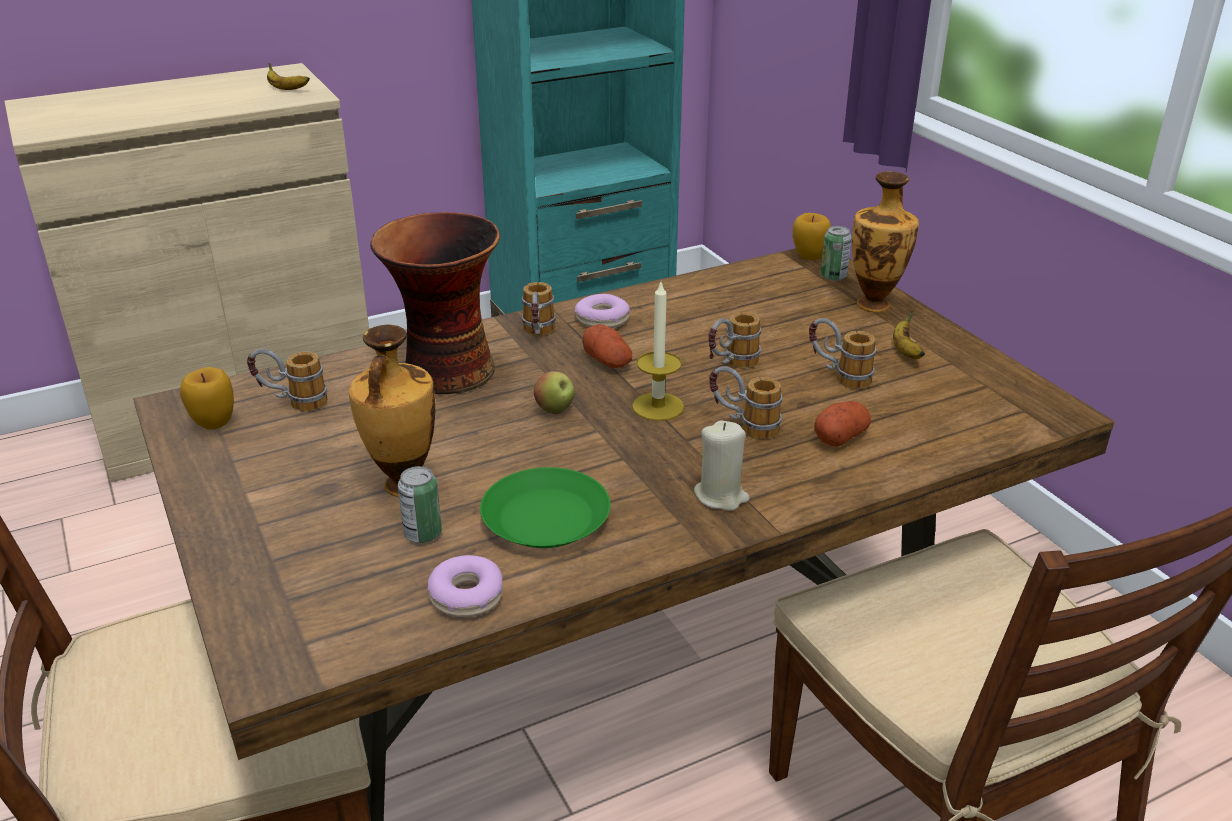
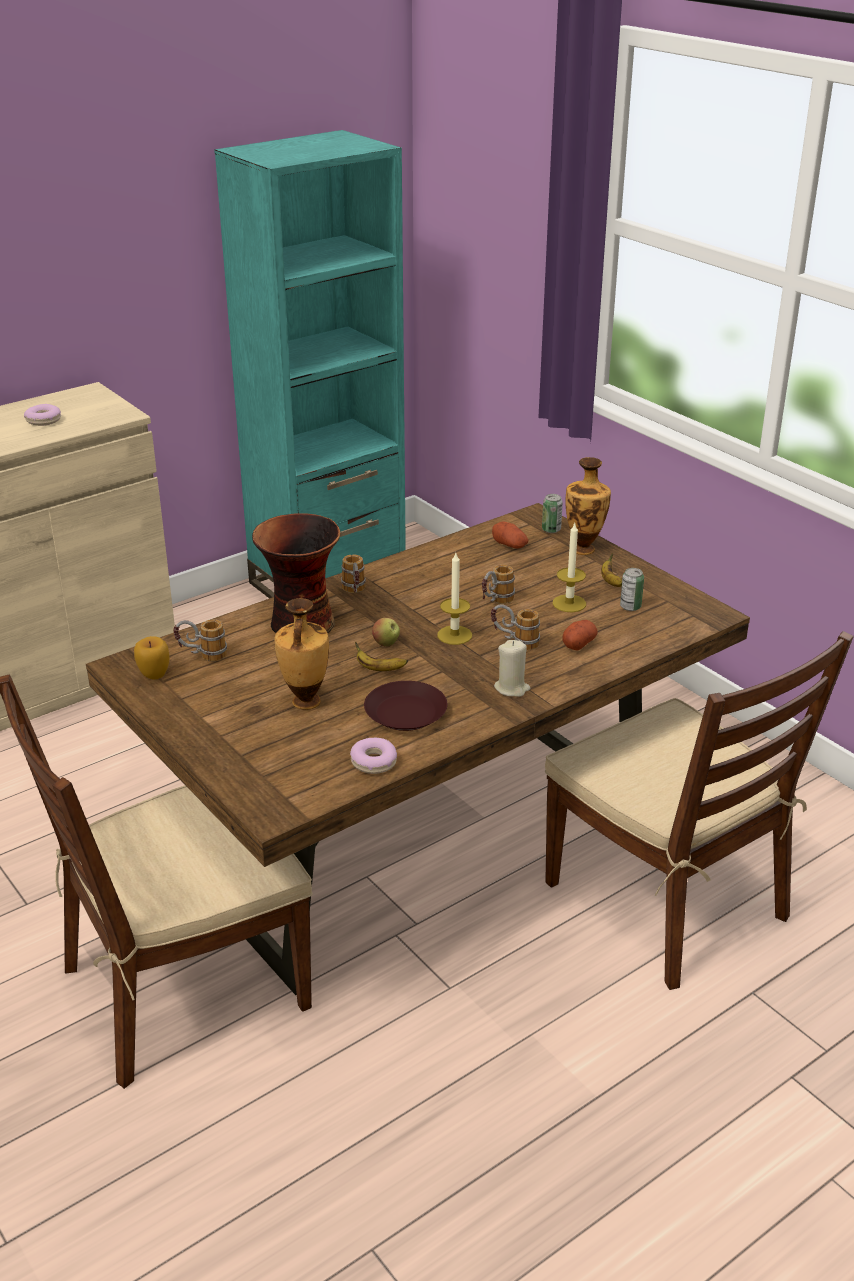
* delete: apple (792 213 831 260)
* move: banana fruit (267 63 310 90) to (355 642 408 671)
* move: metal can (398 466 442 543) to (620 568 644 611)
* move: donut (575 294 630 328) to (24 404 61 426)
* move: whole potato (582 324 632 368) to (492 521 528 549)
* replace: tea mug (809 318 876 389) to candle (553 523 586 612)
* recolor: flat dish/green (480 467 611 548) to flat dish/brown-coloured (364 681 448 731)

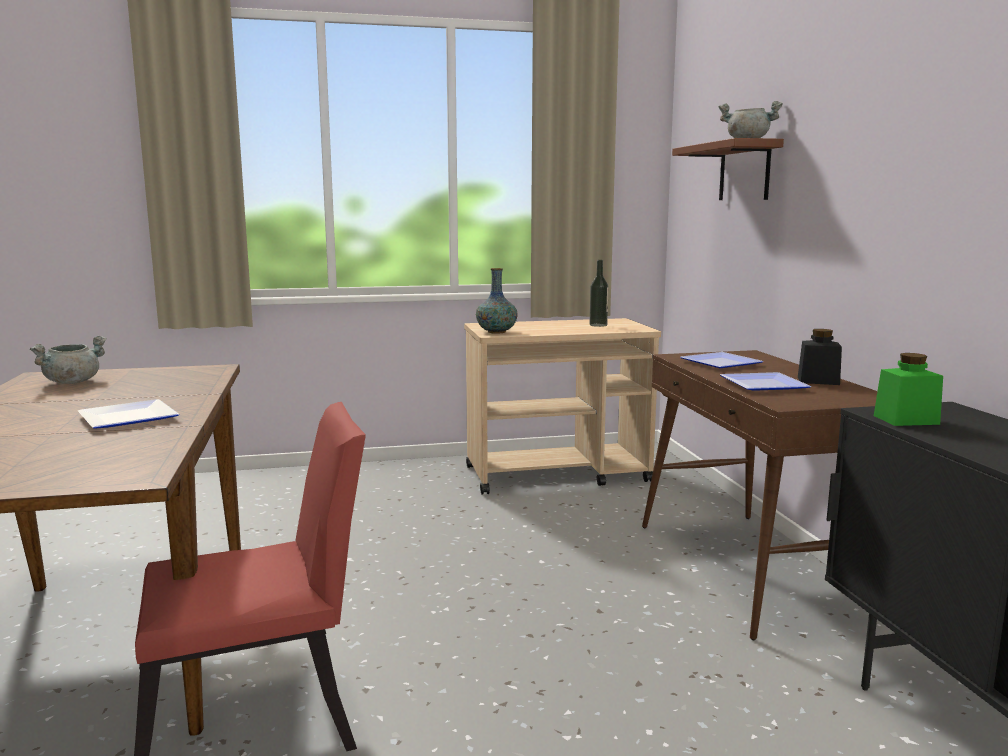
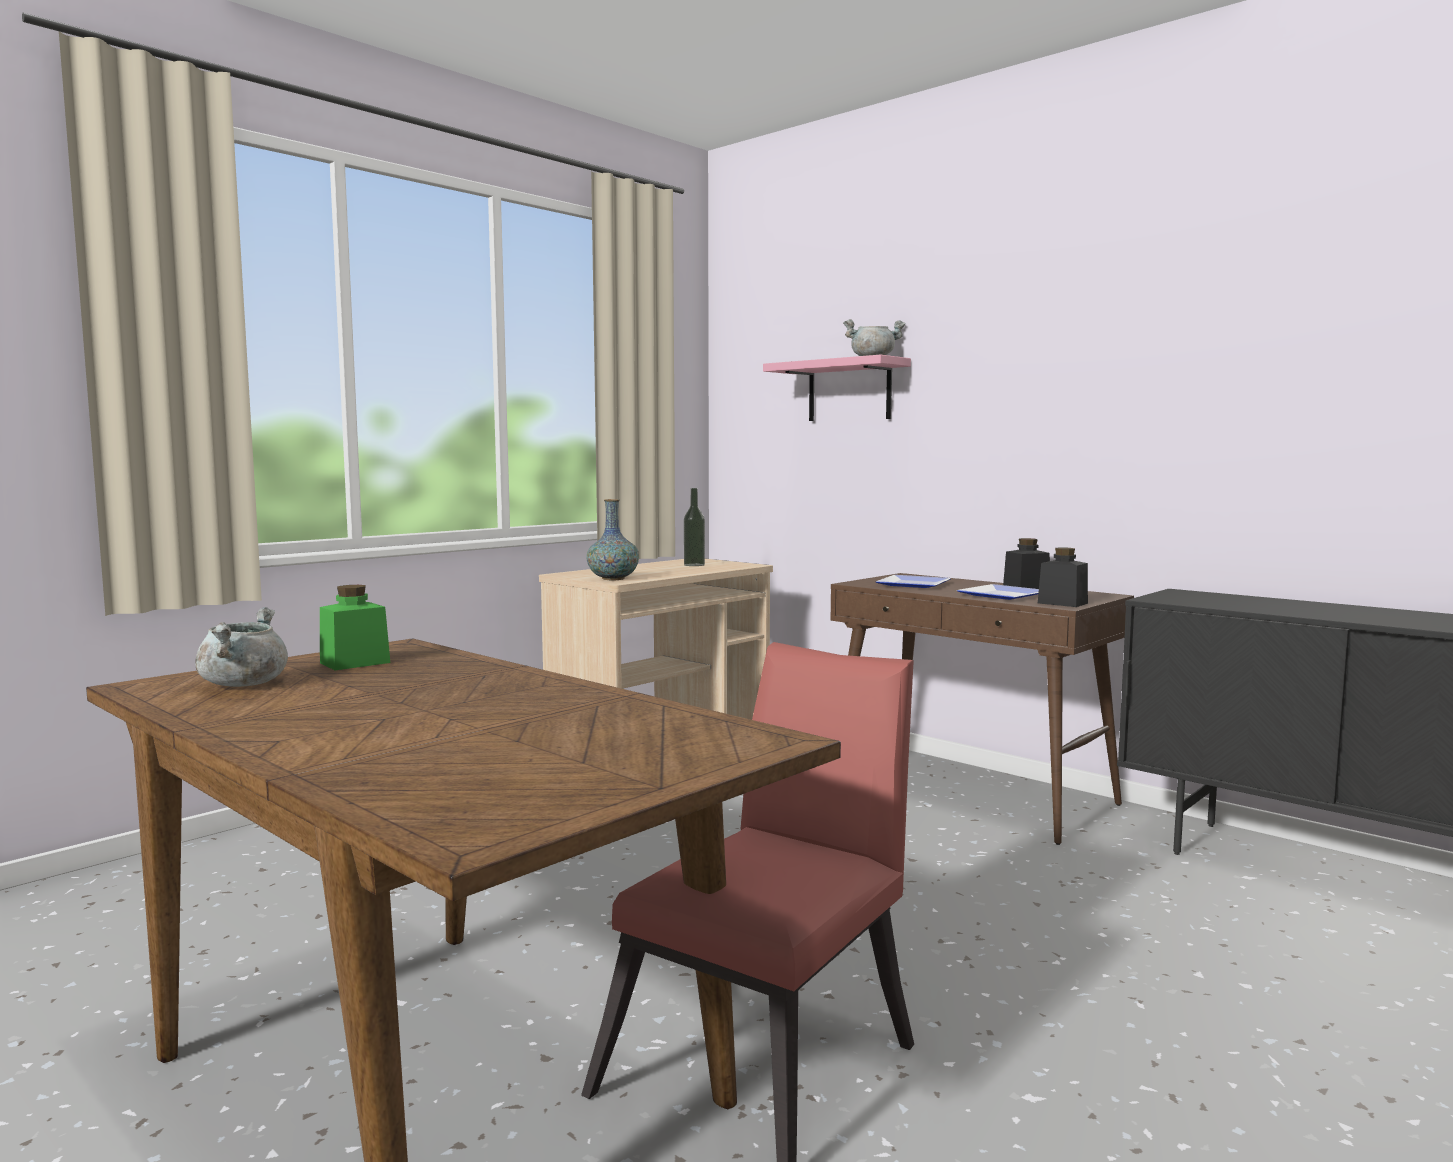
* delete: flat dish (78 399 180 429)
* insert: jar/black (1038 547 1088 607)
* move: jar/green (874 353 943 426) to (320 585 390 670)
* recolor: shelf/brown-coloured (672 138 784 200) to shelf/pinkish (763 355 911 421)

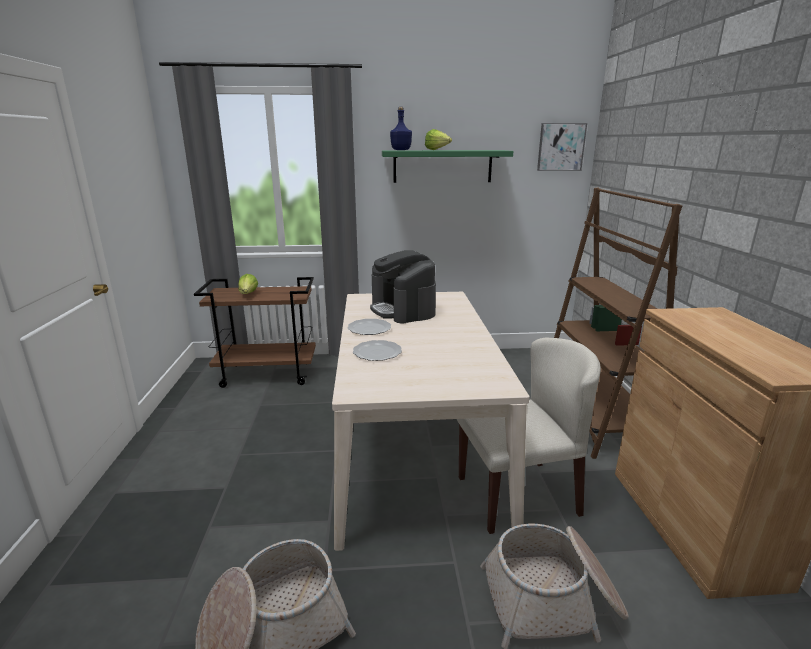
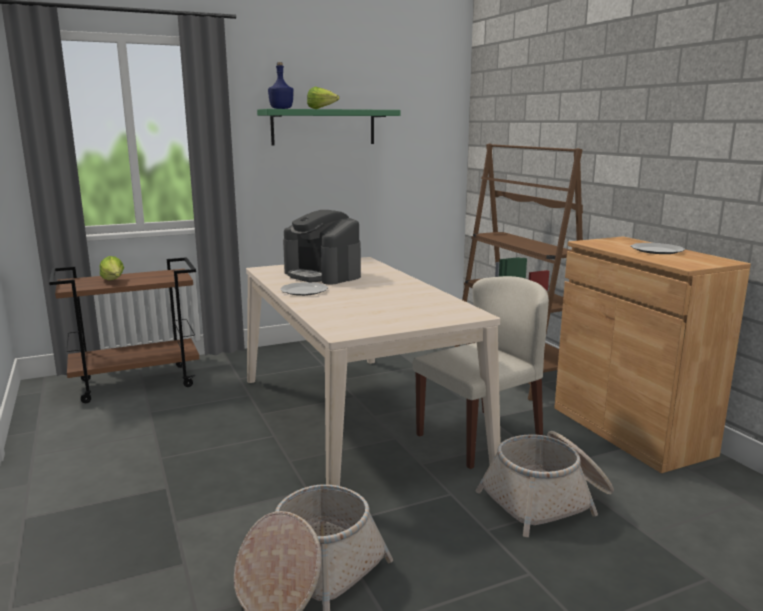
* delete: wall art (537 123 587 171)
* move: flat dish (353 340 402 361) to (631 243 685 254)

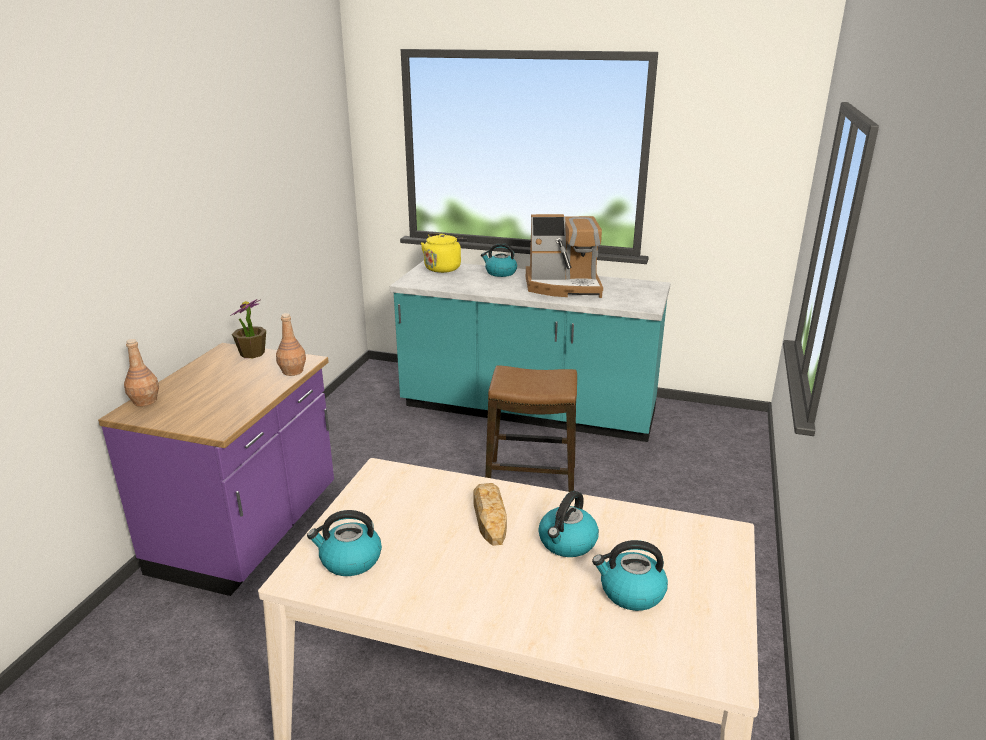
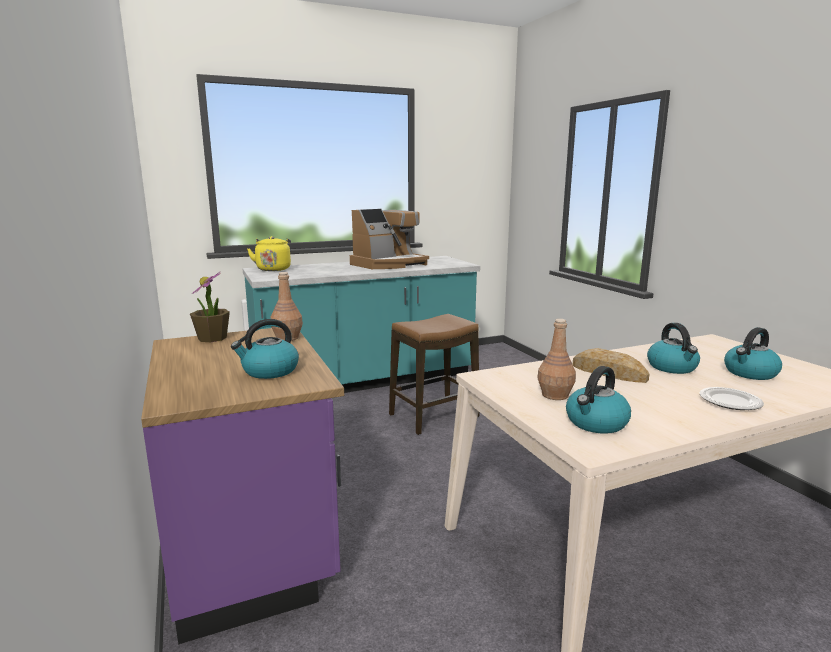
* insert: flat dish (699 387 764 410)
* move: bottle/brown-coloured (124 339 159 407) to (537 319 576 400)
* move: kettle (481 243 517 277) to (231 319 299 379)

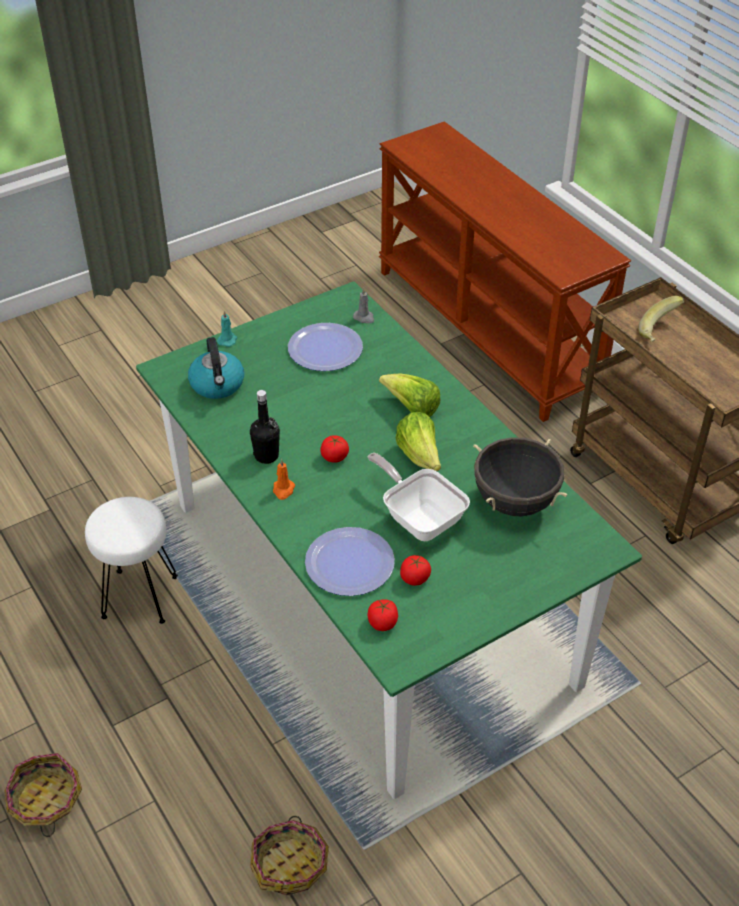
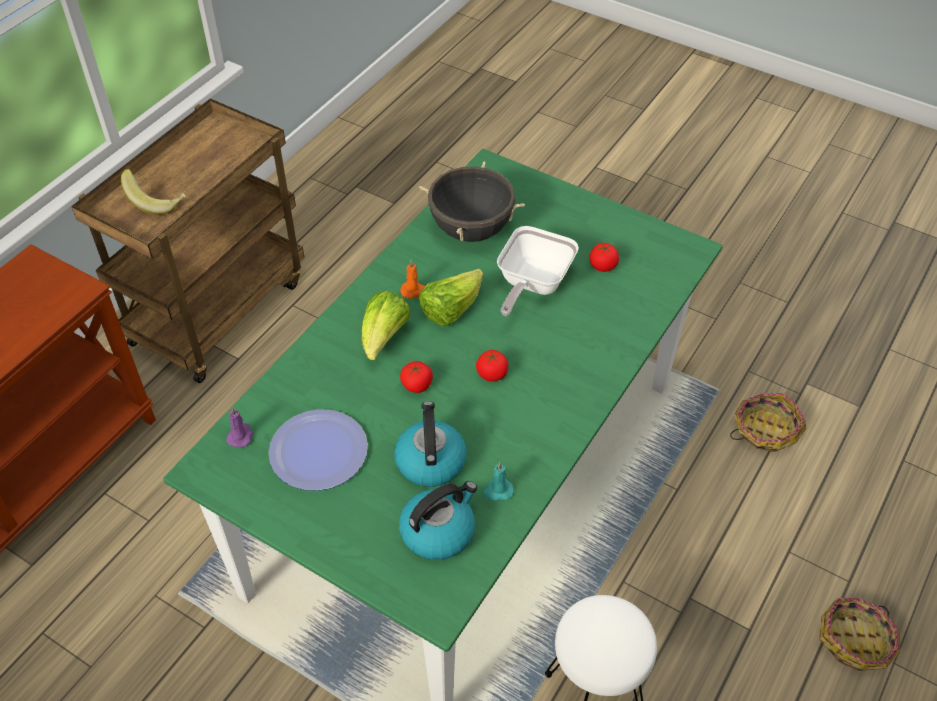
* delete: bottle/black (250 390 280 464)
* delete: flat dish (305 527 395 596)
* insert: kettle (394 401 467 487)
* move: candle/turquoise-coloured (217 311 237 347) to (482 462 514 501)
* move: candle/orangey (273 459 295 500) to (400 260 425 299)
* move: whole tomato (368 600 398 631) to (400 361 433 393)
* recolor: candle/grey (353 288 374 323) to candle/purplish (226 407 253 448)

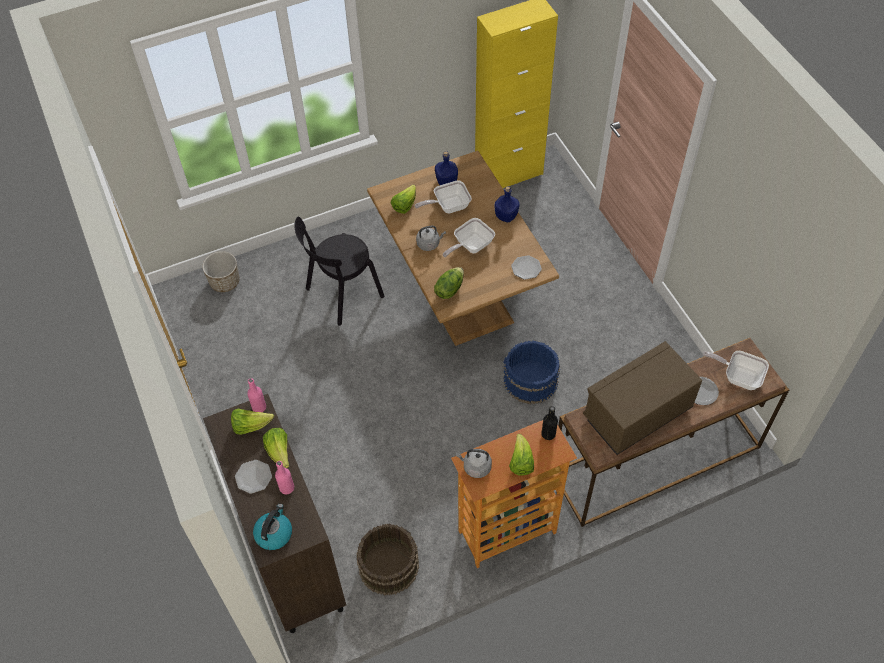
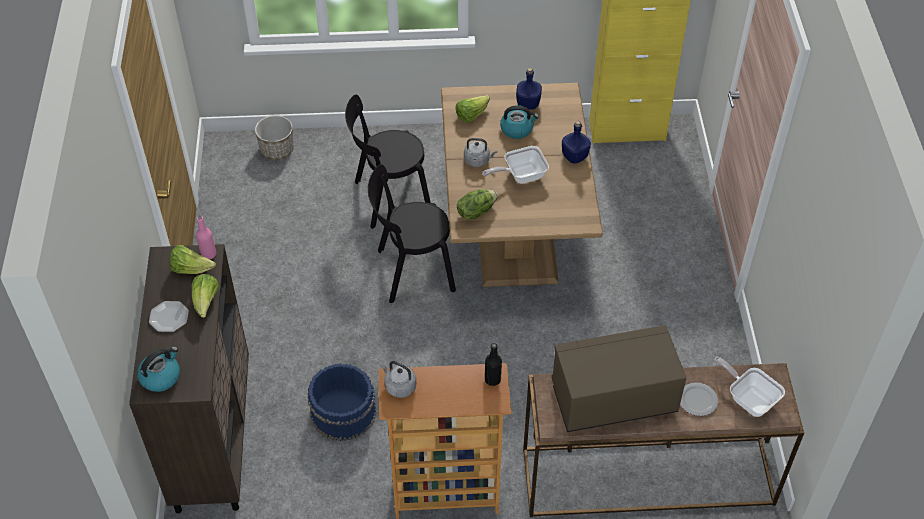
* delete: bottle/pinkish (275 461 294 494)
* delete: bucket/brown-coloured (357 524 419 595)
* delete: lettuce head (509 434 534 476)
* delete: flat dish (511 255 542 280)
* insert: chair/black (368 164 456 303)
* move: bucket/blue-coloured (503 341 560 404) to (308 363 376 441)
* replace: skillet (415 180 472 213) to kettle (500 105 539 139)

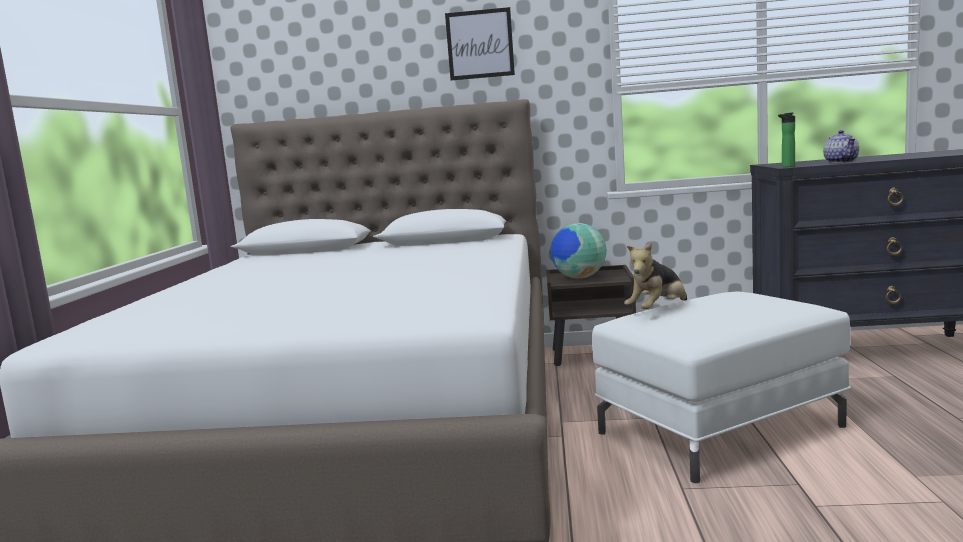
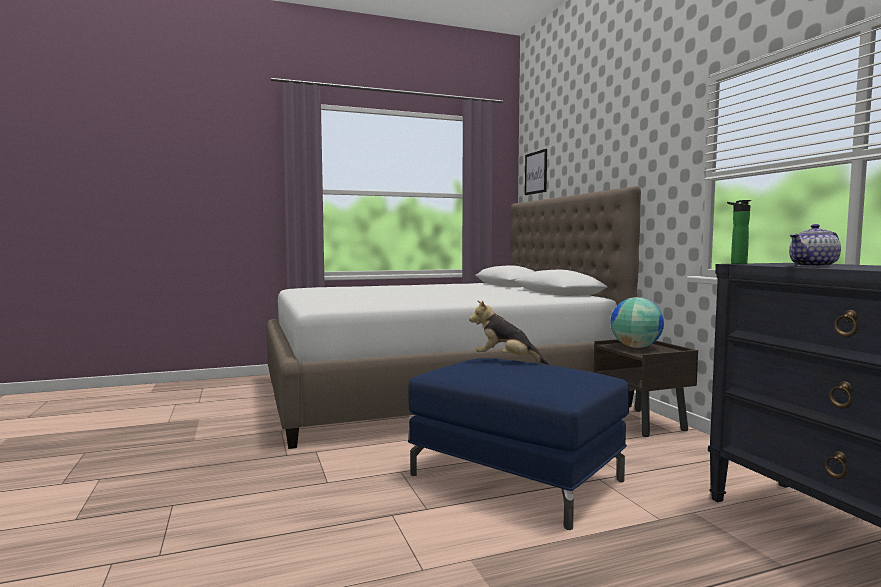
* move: wall art (445 7 515 80) to (525 149 547 195)
* recolor: pouffe/whitish (592 292 851 483) to pouffe/blue-coloured (408 358 630 530)

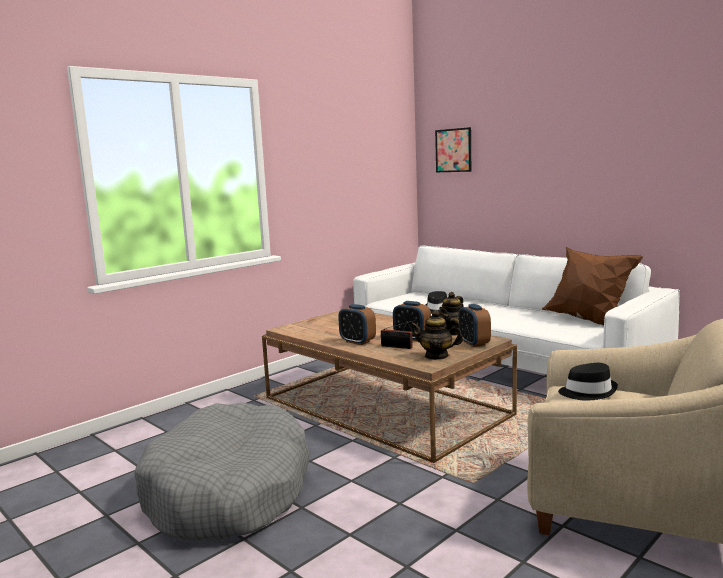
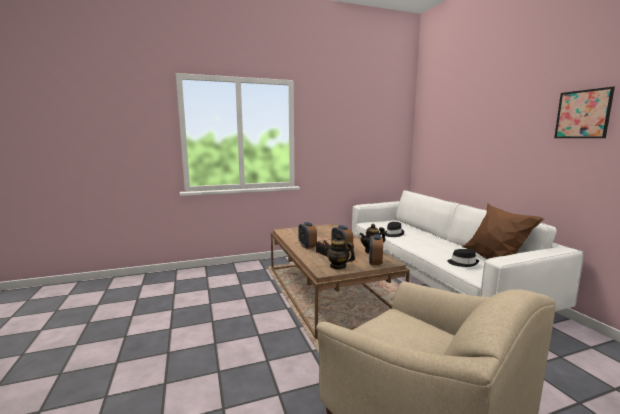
* delete: dog cushion/grey (134 403 309 541)
* move: wall art (435 127 471 172) to (554 87 615 138)
* move: hat/black (558 363 618 401) to (447 249 479 267)

